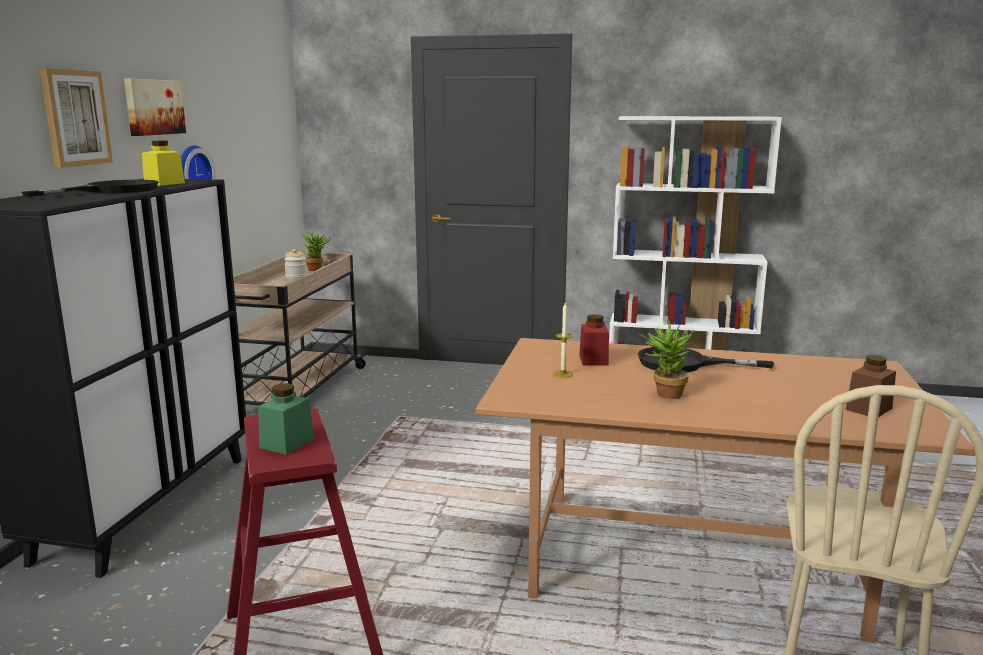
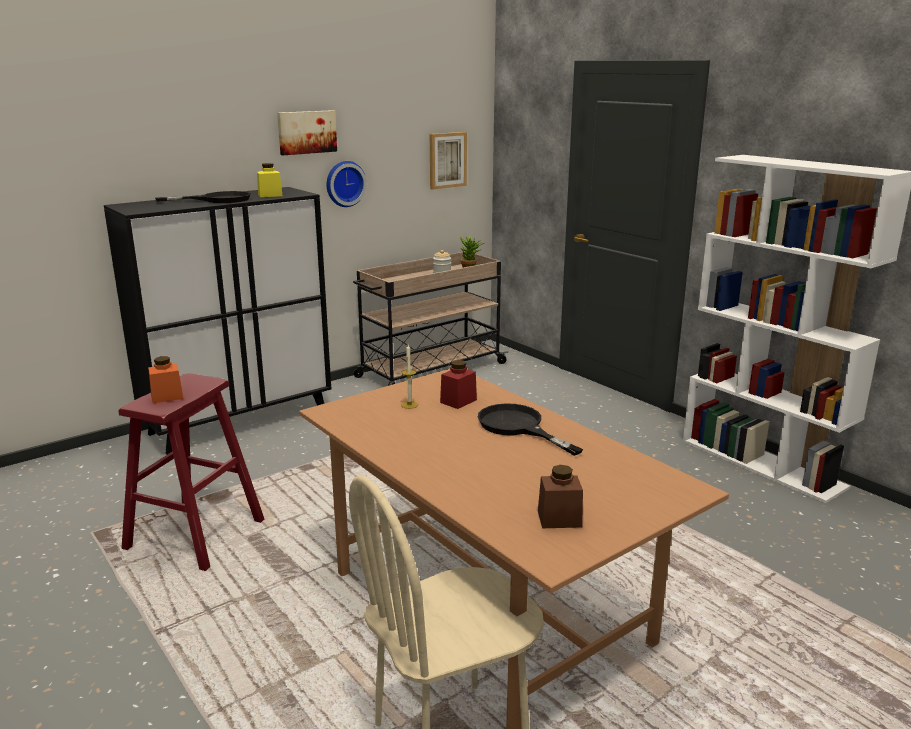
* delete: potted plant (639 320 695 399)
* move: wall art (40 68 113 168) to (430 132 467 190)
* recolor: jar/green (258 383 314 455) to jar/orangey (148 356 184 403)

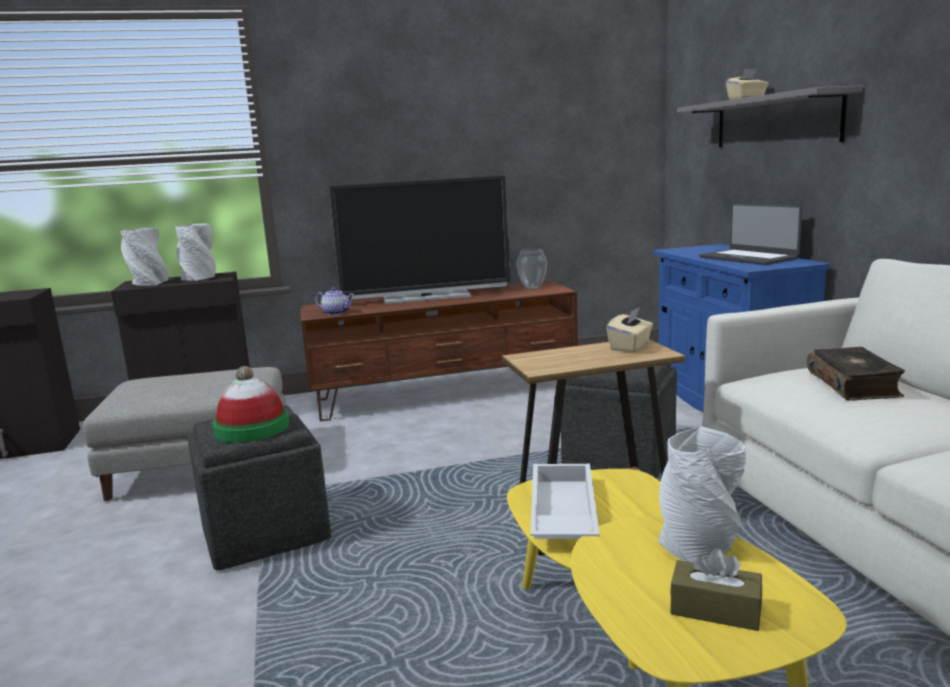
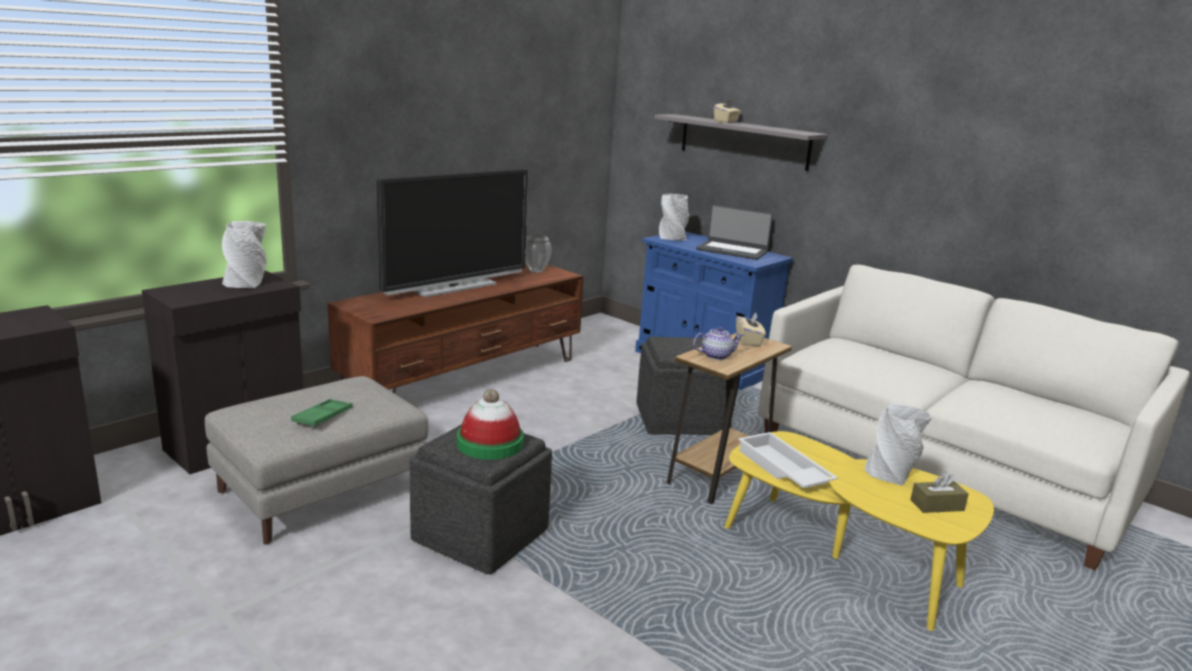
* delete: volume (807 347 905 400)
* insert: tray/green (291 399 353 427)
* move: flower vase/grey (120 228 169 286) to (659 194 689 241)
* move: pot for tea (315 287 354 315) to (693 327 744 360)

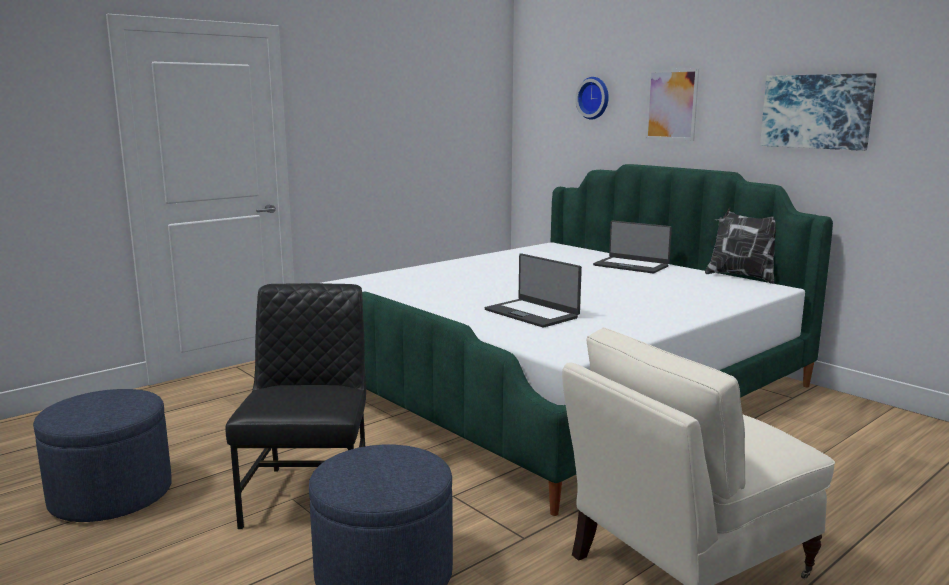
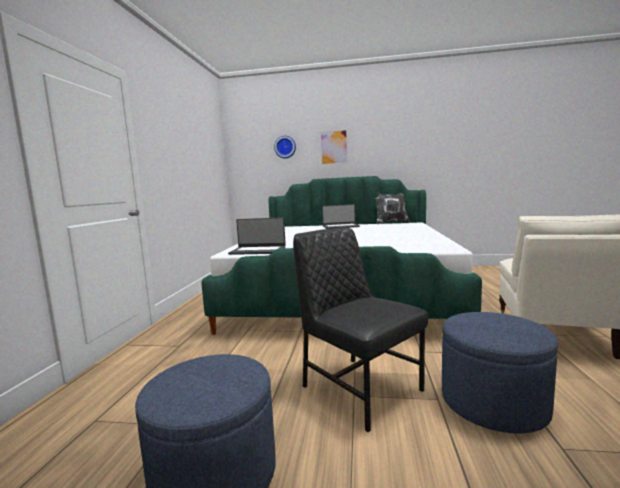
* delete: wall art (760 73 877 151)
* move: notebook computer (485 253 582 328) to (228 217 286 255)

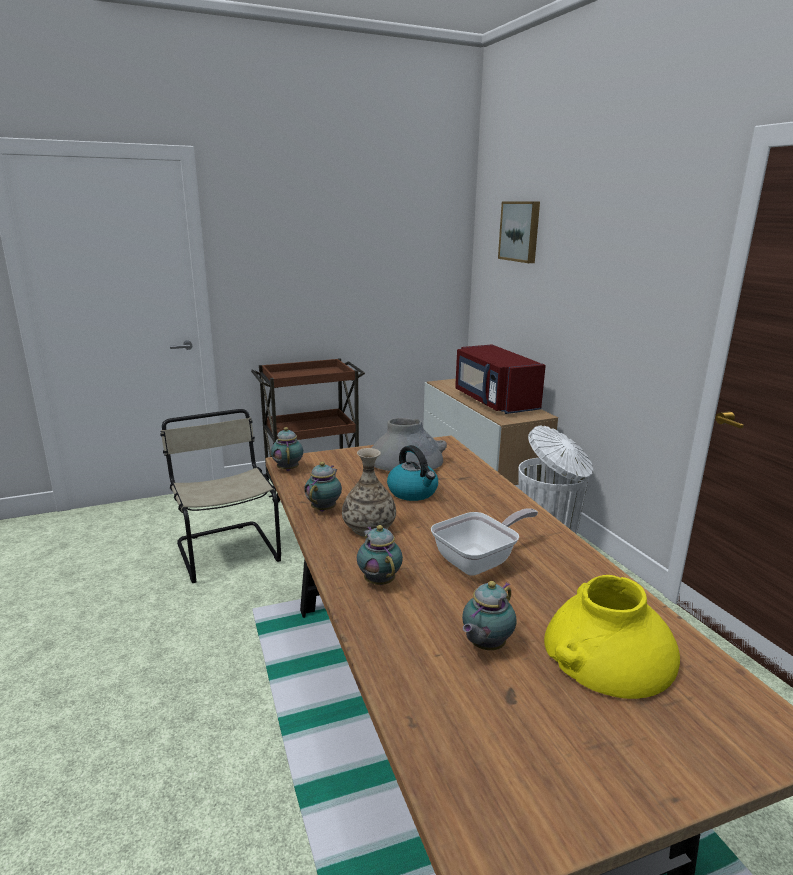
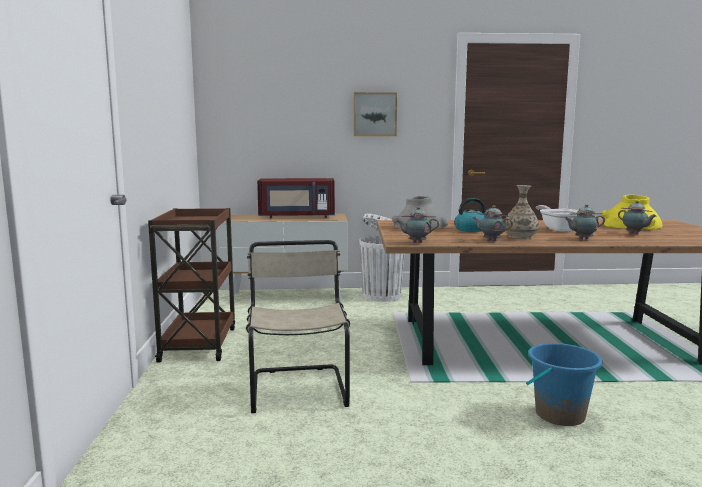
* insert: bucket/blue-coloured (526 343 602 426)
* move: wall art (498 201 540 263) to (354 92 397 136)
* rotate: chair/sand-coloured (160 409 281 583) = (246 240 350 413) 90 degrees clockwise

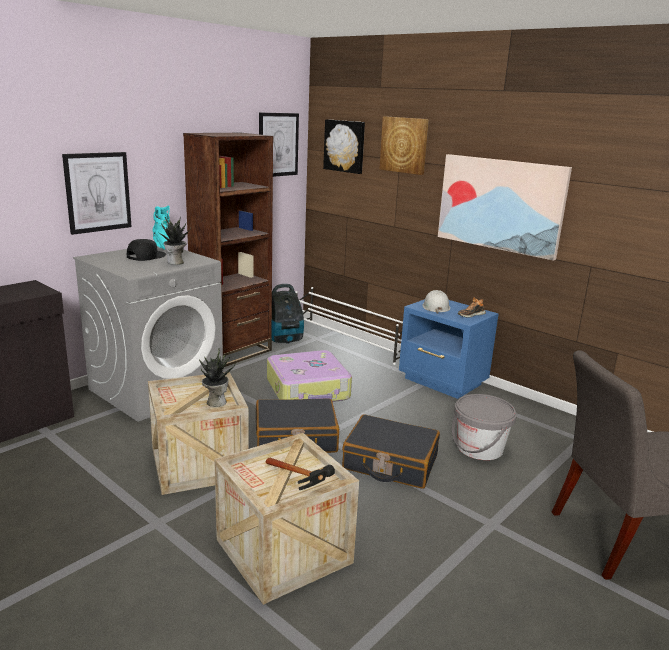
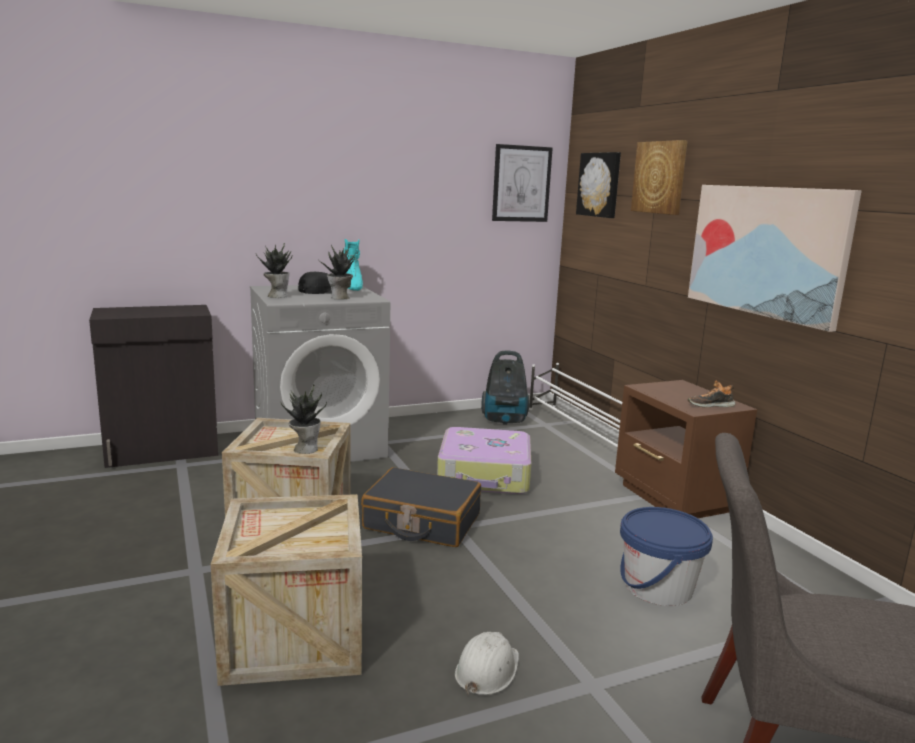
* delete: wall art (62 152 132 235)
* delete: bookshelf/brown-coloured (183 133 273 367)
* delete: hand hammer (266 458 335 490)
* delete: piece of luggage/black (342 414 440 489)
* insert: potted plant (256 243 292 298)
* move: hard hat/whitish (422 290 450 314) to (455 632 519 696)
* recolor: nightstand/blue-coloured (399 299 498 399) to nightstand/brown-coloured (615 380 757 518)
* recolor: bucket/grey (452 394 517 460) to bucket/blue-coloured (620 507 713 606)

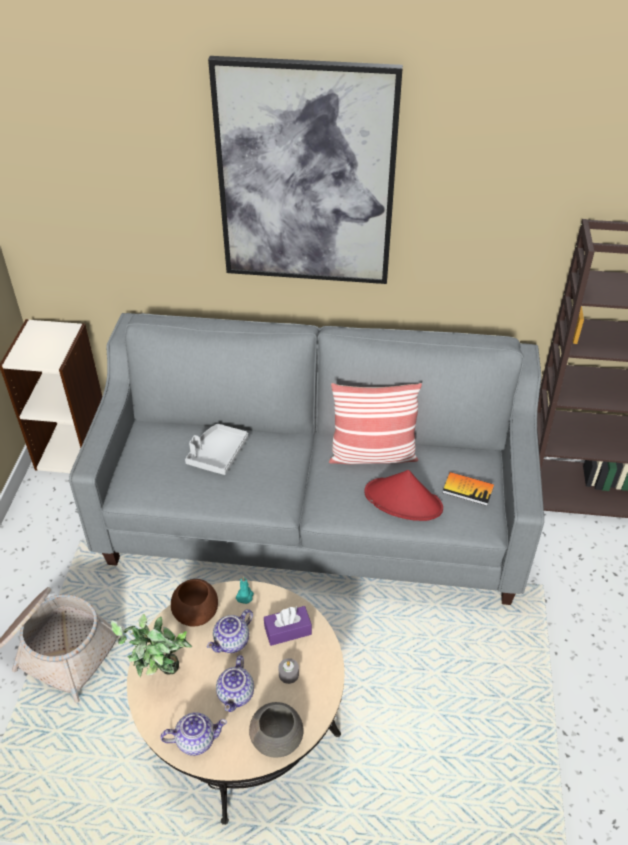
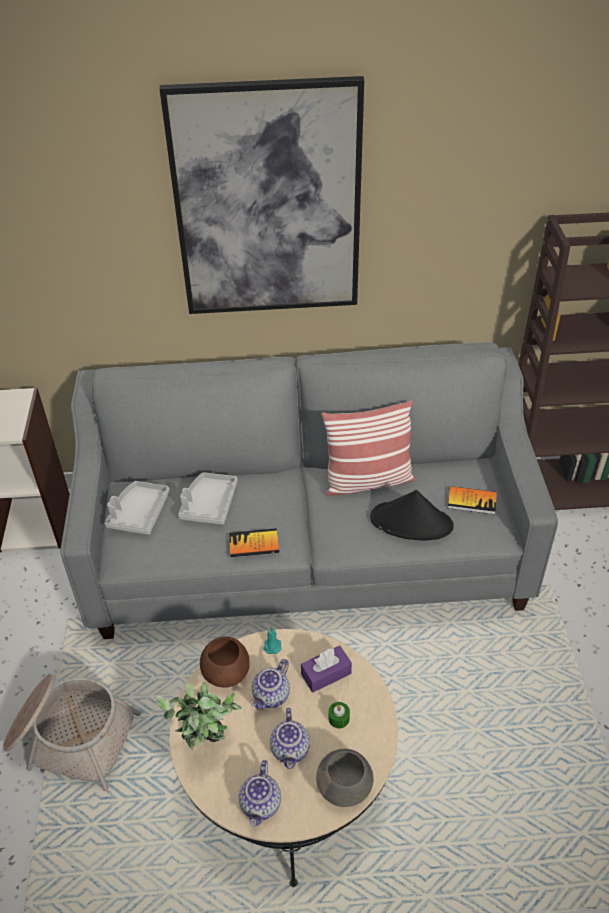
* insert: tray/grey (105 481 170 535)
* insert: volume (229 528 279 557)
* recolor: candle/grey (278 658 299 684) to candle/green (328 702 350 728)
* recolor: hat/reddish (364 470 443 521) to hat/black (370 490 454 540)
* rotate: pot for tea (160 712 227 756) = (239 760 281 827) 120 degrees clockwise

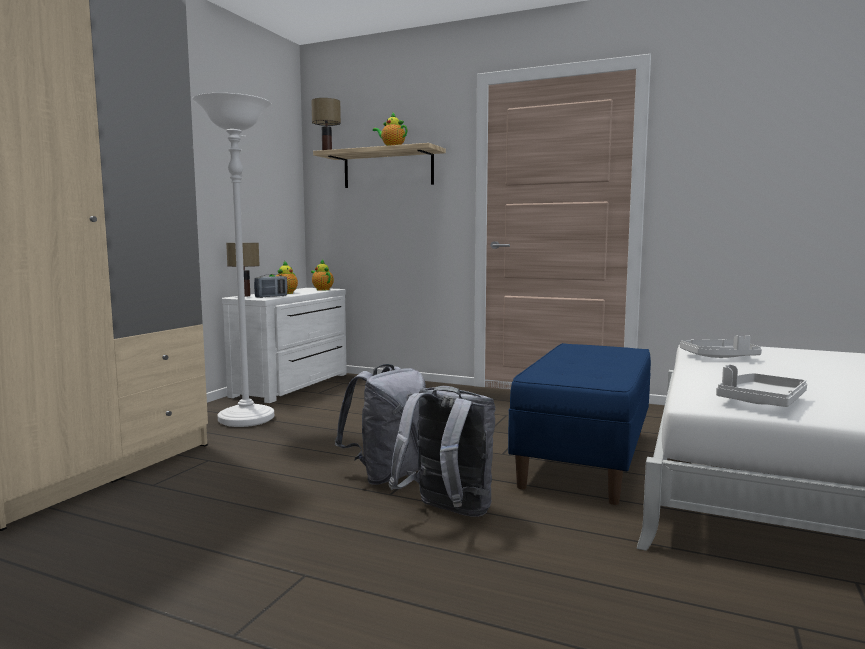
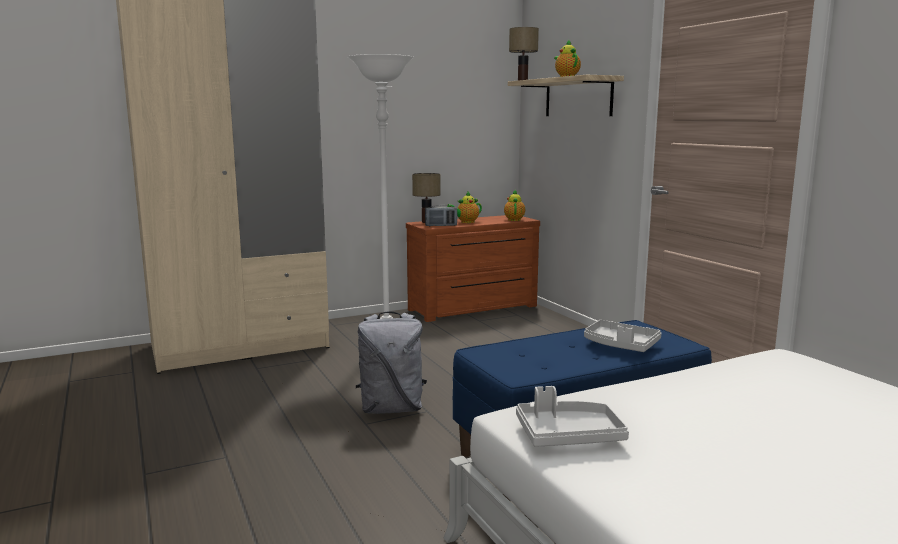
* delete: rucksack/grey (388 386 496 517)
* move: tray/grey (680 335 762 358) to (584 320 662 352)
* recolor: drawer chest/whitish (222 288 347 403) to drawer chest/brown-coloured (406 215 540 322)

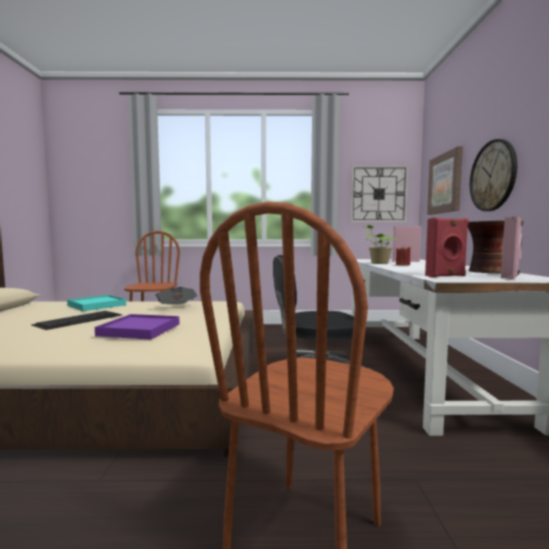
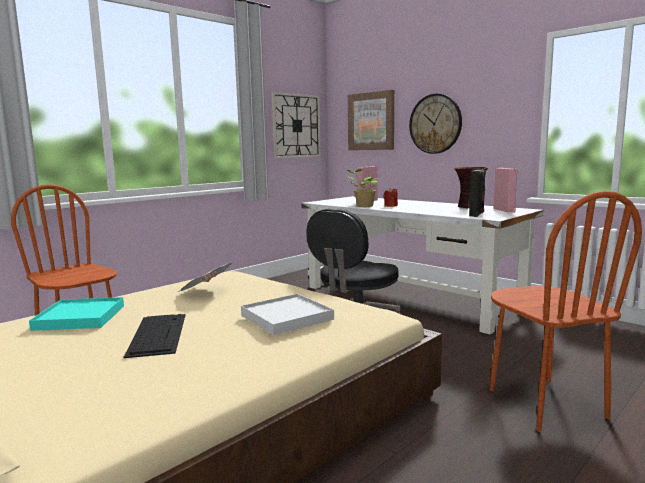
* recolor: tray/purplish (95 314 179 340) to tray/whitish (241 294 334 335)
* recolor: loudspeaker/reddish (425 218 469 277) to loudspeaker/black (469 169 486 217)

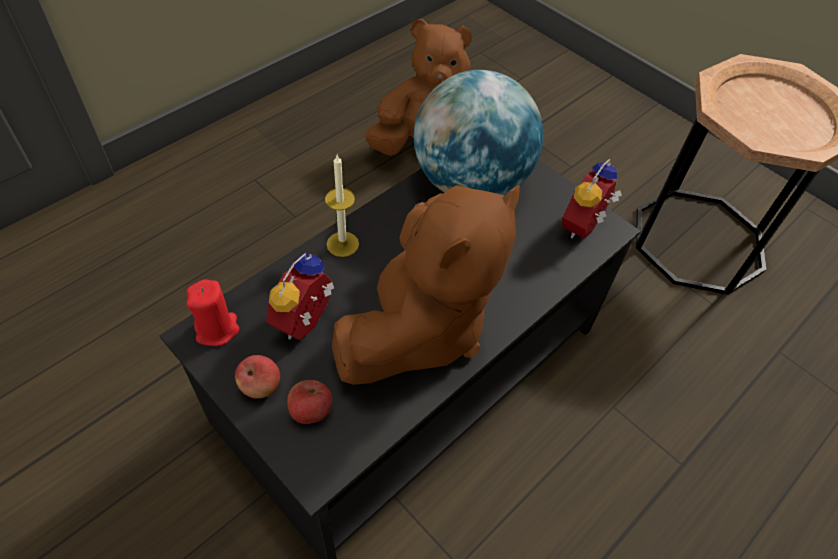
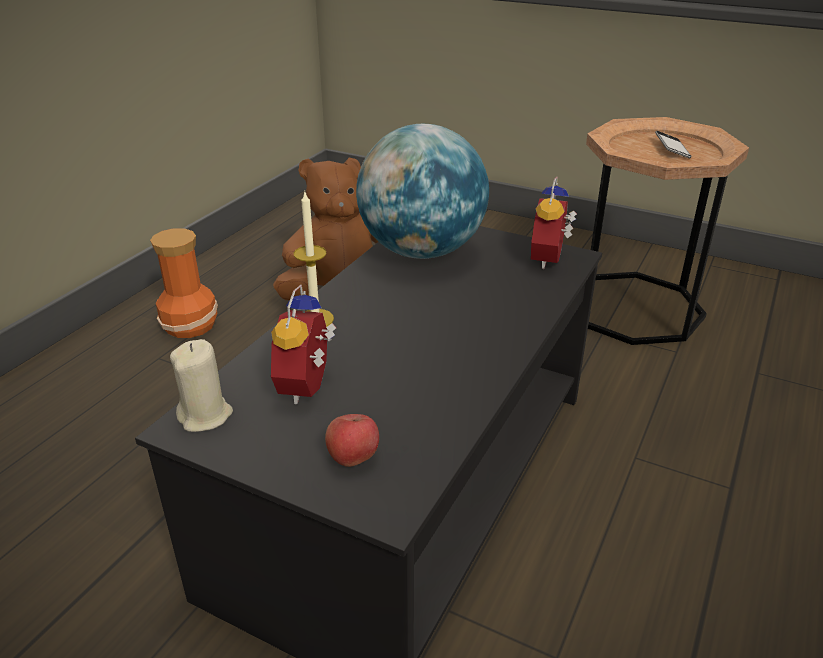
* delete: apple (235 355 280 399)
* delete: plush toy/brown-coloured (332 185 520 385)
* insert: flower vase (150 228 218 338)
* insert: phone (655 131 692 158)
* recolor: candle/reddish (186 279 239 346) to candle/sand-coloured (170 339 233 432)

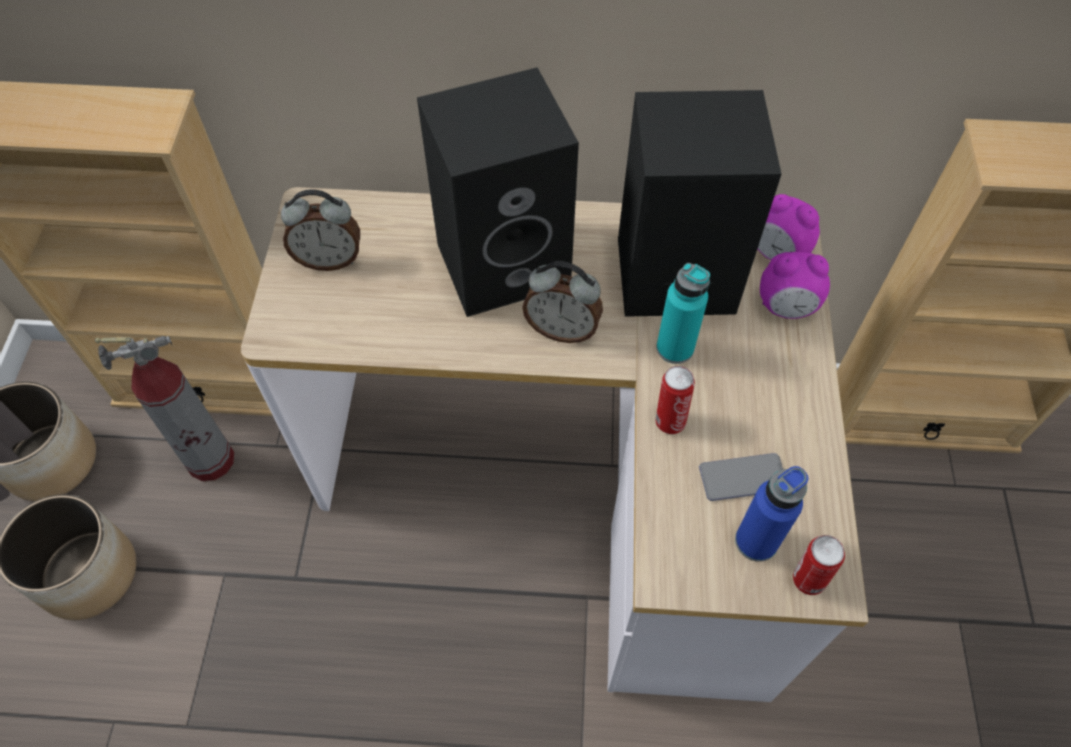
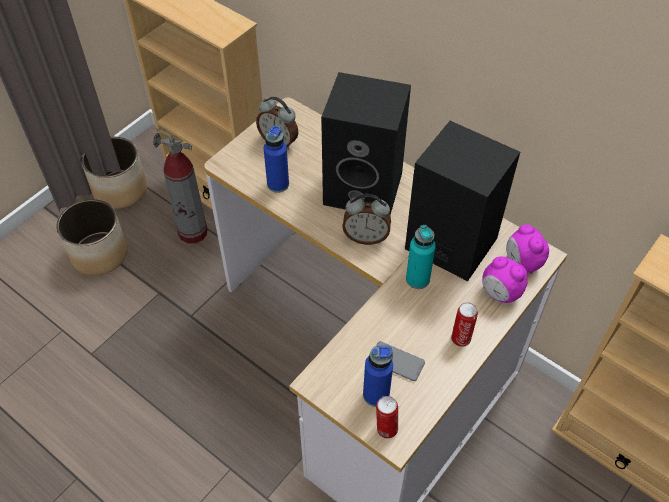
* insert: bottle/blue-coloured (264 125 289 193)
* move: metal can (656 366 695 434) to (451 302 478 347)
* rotate: alarm clock (522 261 603 343) = (342 194 391 245) 45 degrees counterclockwise

